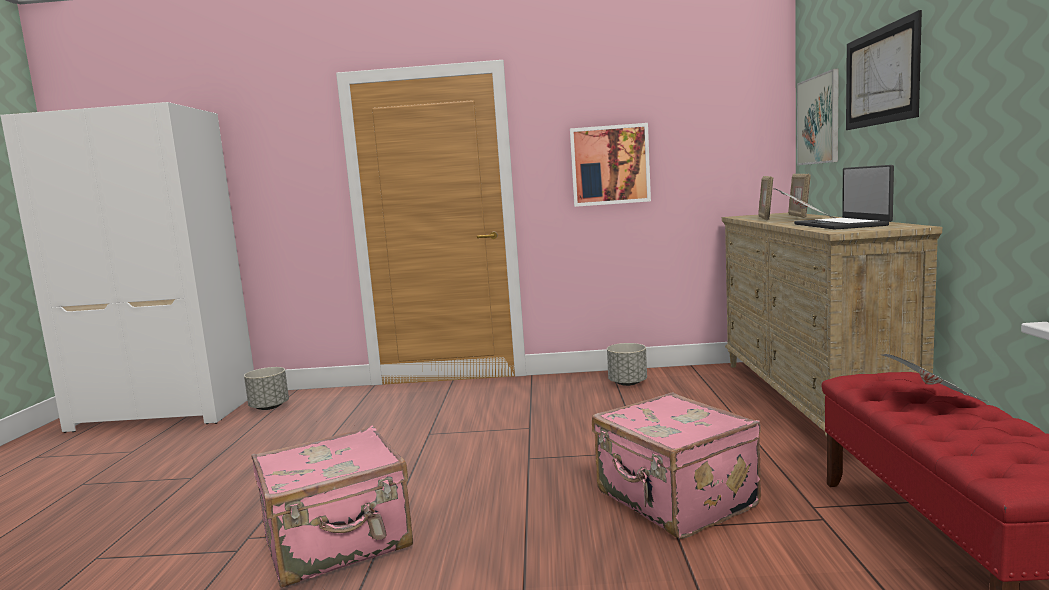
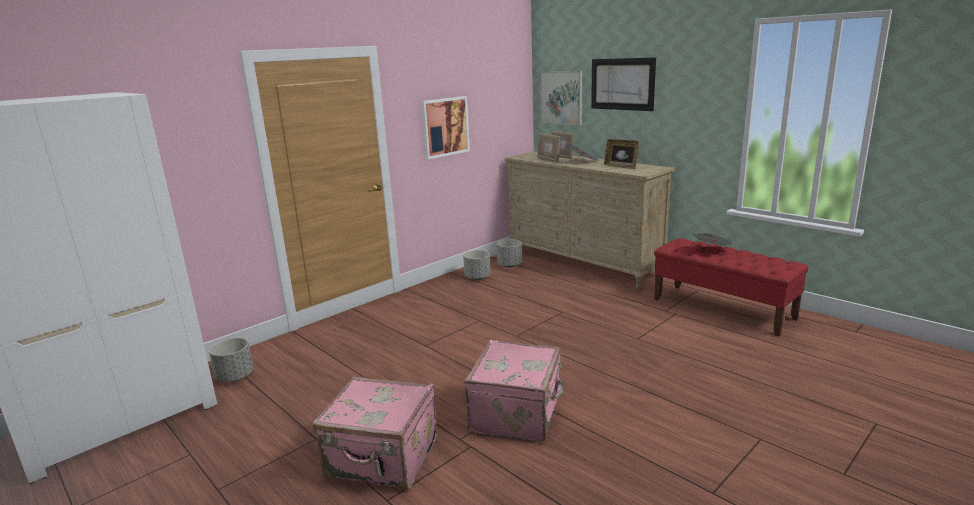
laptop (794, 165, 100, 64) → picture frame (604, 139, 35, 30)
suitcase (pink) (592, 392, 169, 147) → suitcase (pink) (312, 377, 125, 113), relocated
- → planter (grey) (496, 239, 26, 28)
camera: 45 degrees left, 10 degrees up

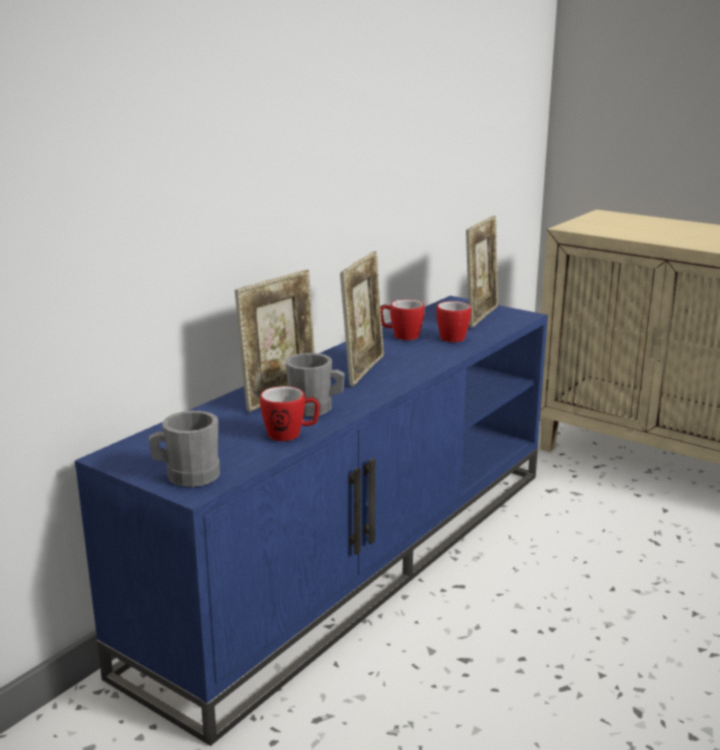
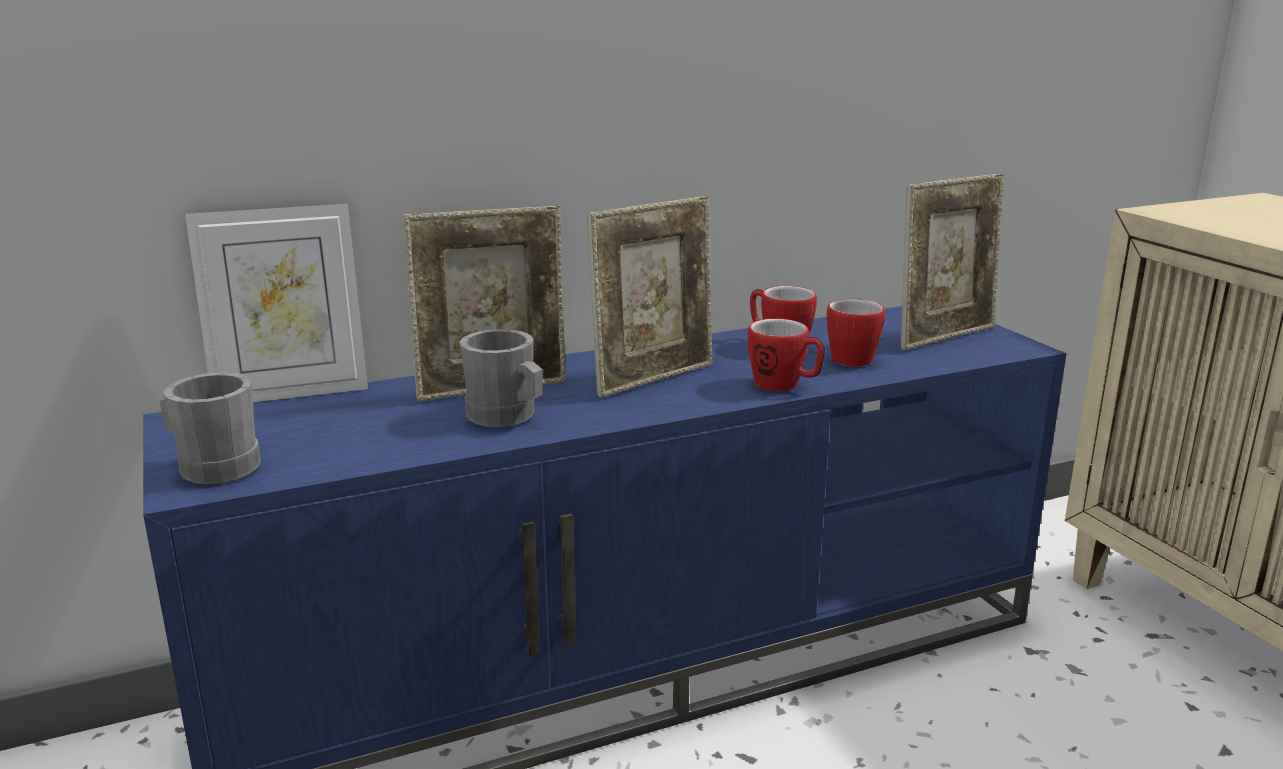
mug (260, 386, 60, 55) → mug (748, 319, 77, 72), relocated
- → picture frame (185, 204, 183, 198)
camera: 30 degrees right, 0 degrees up

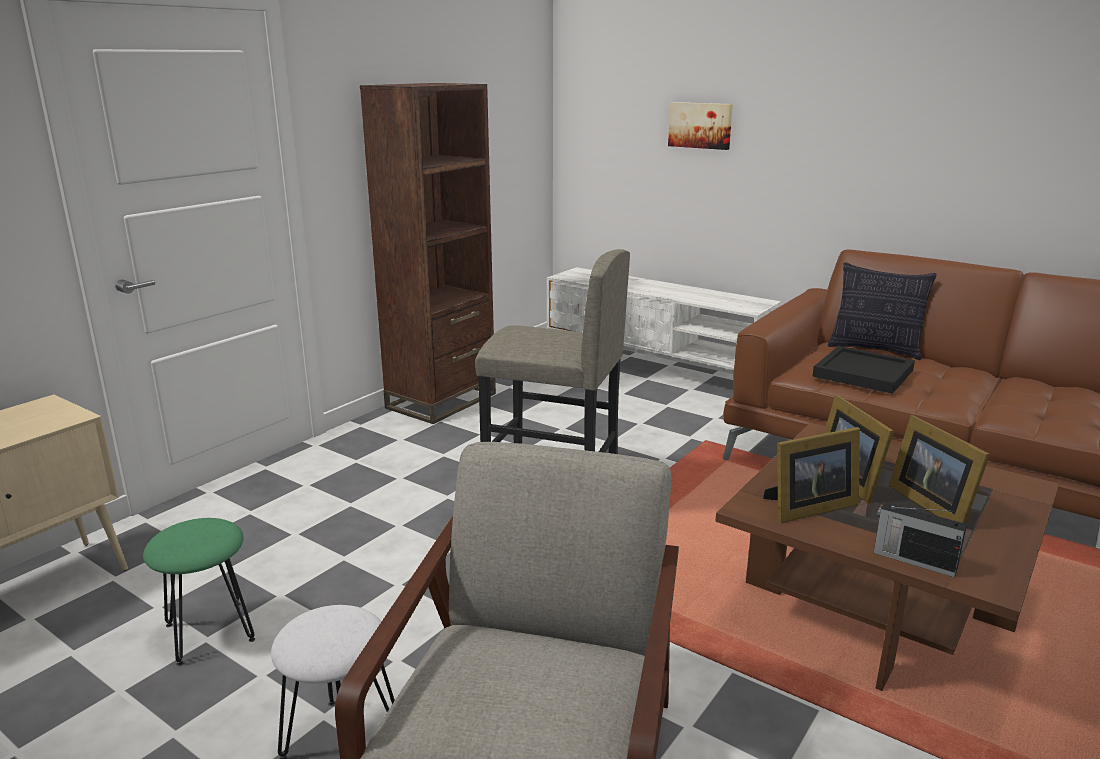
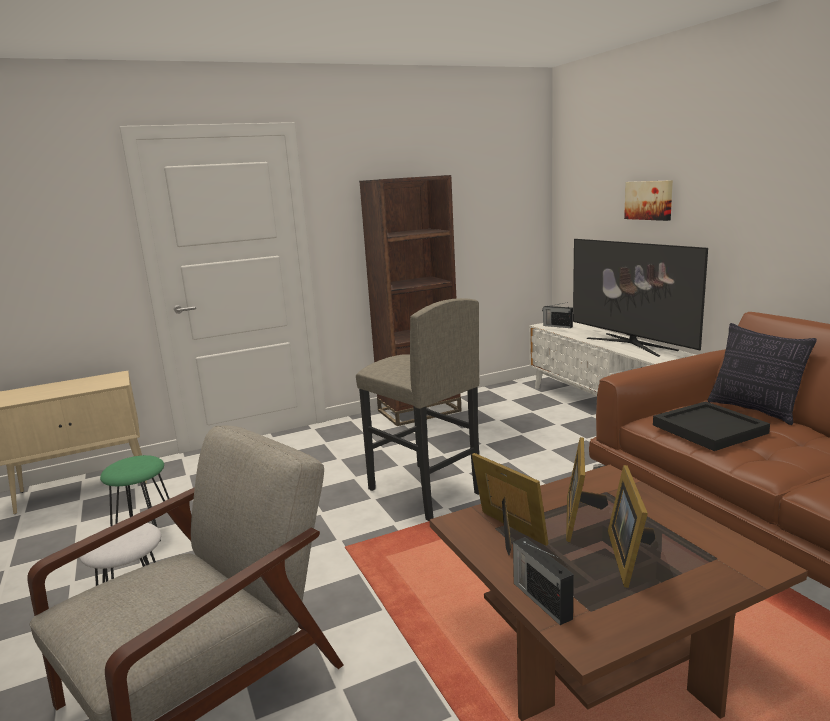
picture frame (763, 427, 97, 96) → picture frame (472, 453, 76, 103), 135 degrees counterclockwise
- → television (573, 239, 135, 118)
- → radio (542, 302, 31, 26)
camera: 30 degrees right, 5 degrees down

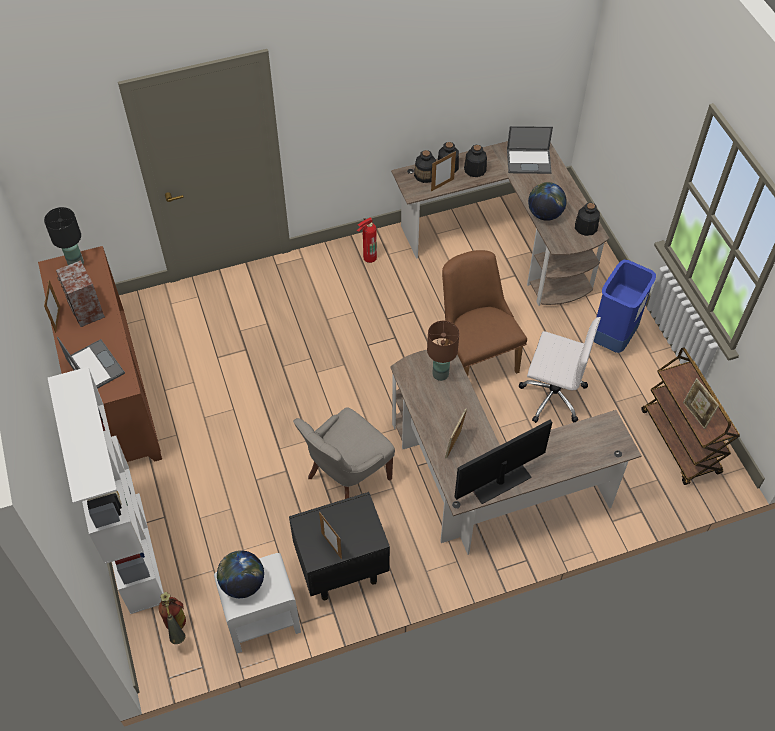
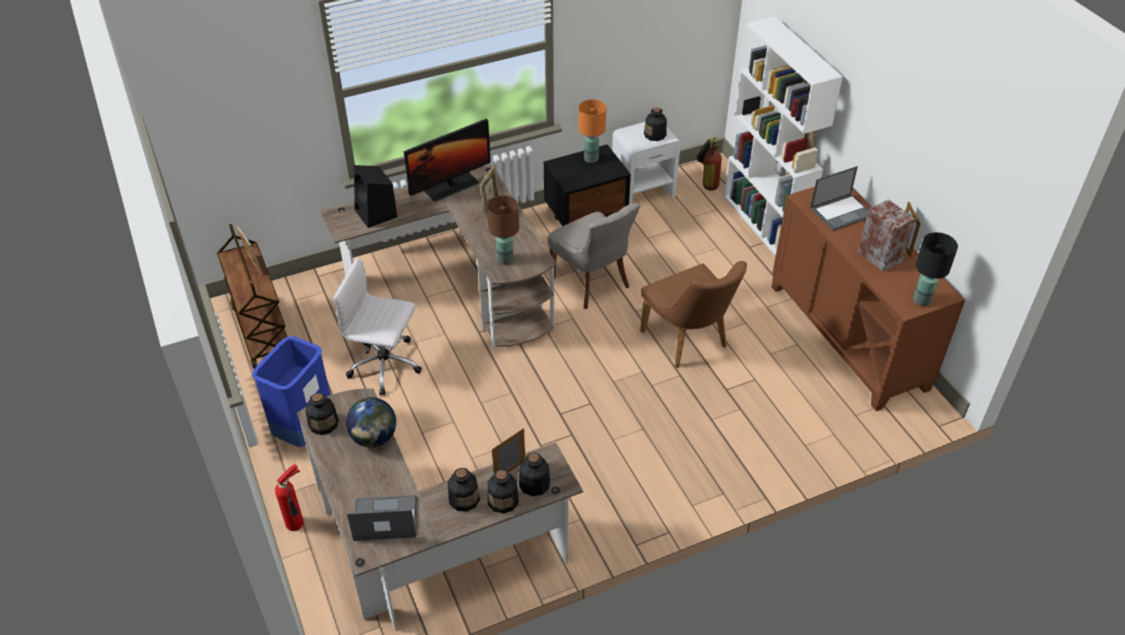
fire extinguisher (357, 218, 20, 45) → fire extinguisher (275, 464, 29, 67), relocated
chair (brown) (442, 250, 85, 126) → chair (brown) (640, 261, 107, 107), relocated
laptop (57, 337, 68, 52) → laptop (810, 166, 59, 65), 75 degrees counterclockwise
chair (grey) (293, 407, 102, 92) → chair (grey) (548, 203, 92, 106), 105 degrees clockwise
picture frame (319, 512, 23, 47) → table lamp (orange) (578, 99, 28, 64)
globe (217, 550, 47, 48) → bottle (644, 107, 23, 34)
- → speaker (black) (354, 165, 43, 63)
camera: 175 degrees right, 10 degrees down

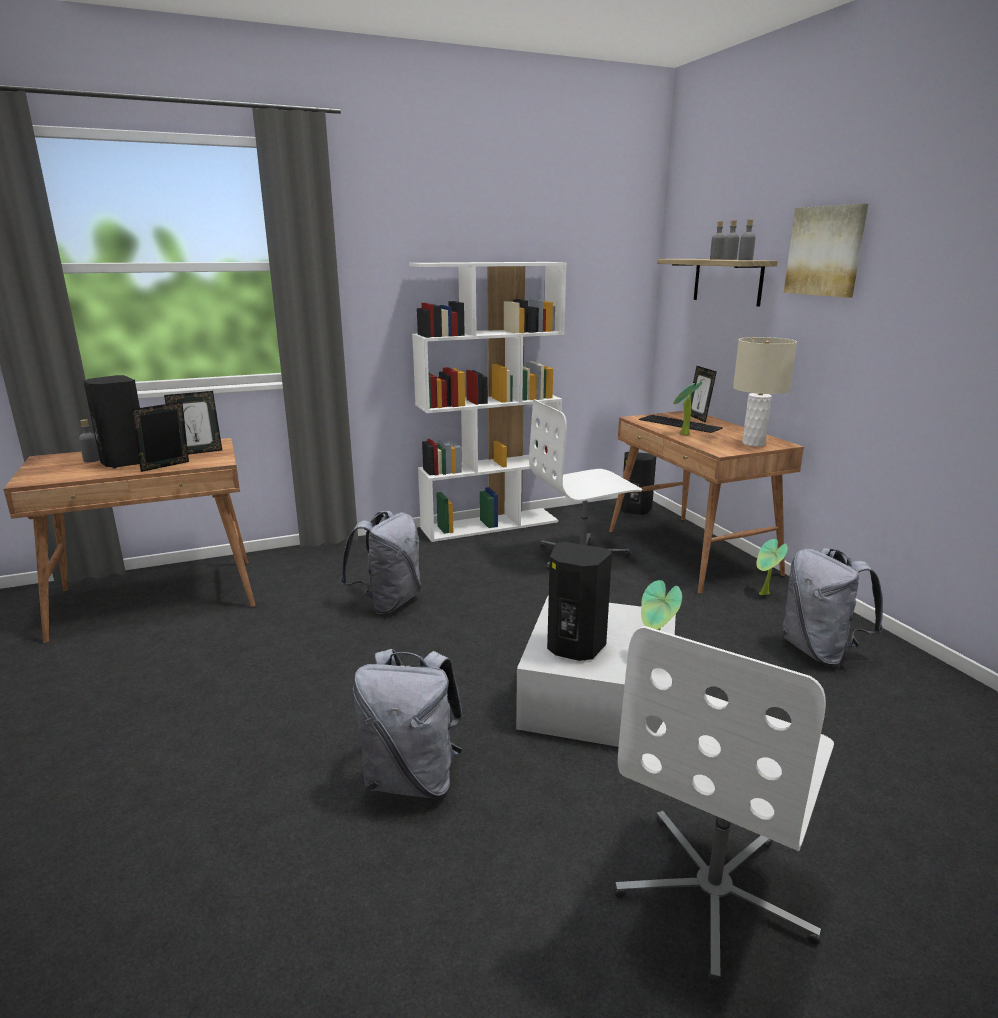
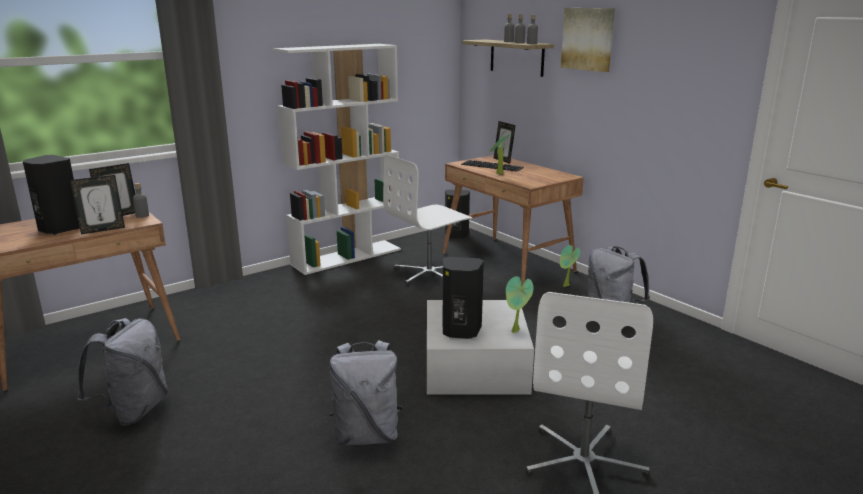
table lamp (beige) (733, 337, 64, 110) → -
picture frame (132, 402, 57, 70) → picture frame (70, 175, 55, 59), 150 degrees counterclockwise
bottle (grey) (79, 419, 21, 43) → bottle (grey) (133, 183, 16, 35), relocated
backpack (grey) (340, 511, 81, 103) → backpack (grey) (77, 318, 91, 108), relocated
camera: 15 degrees left, 0 degrees up

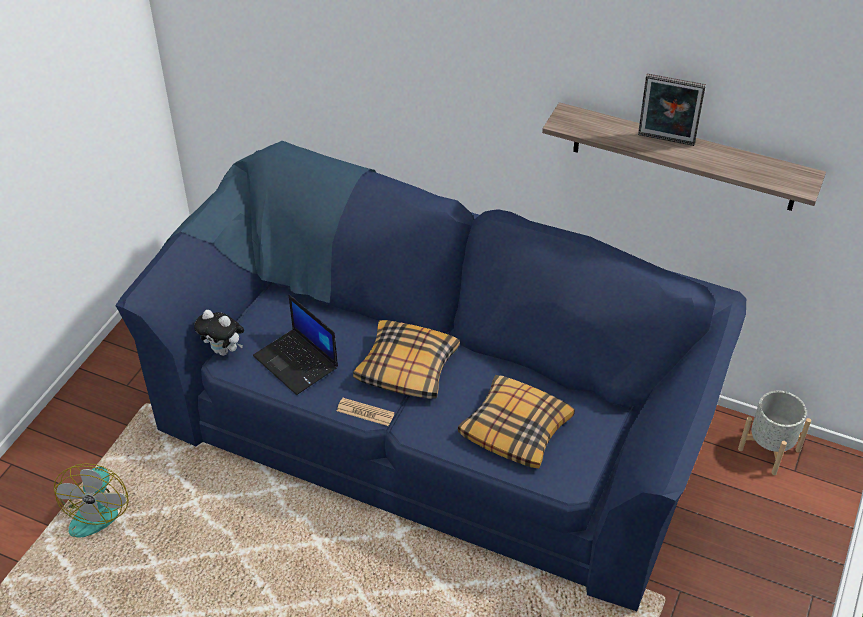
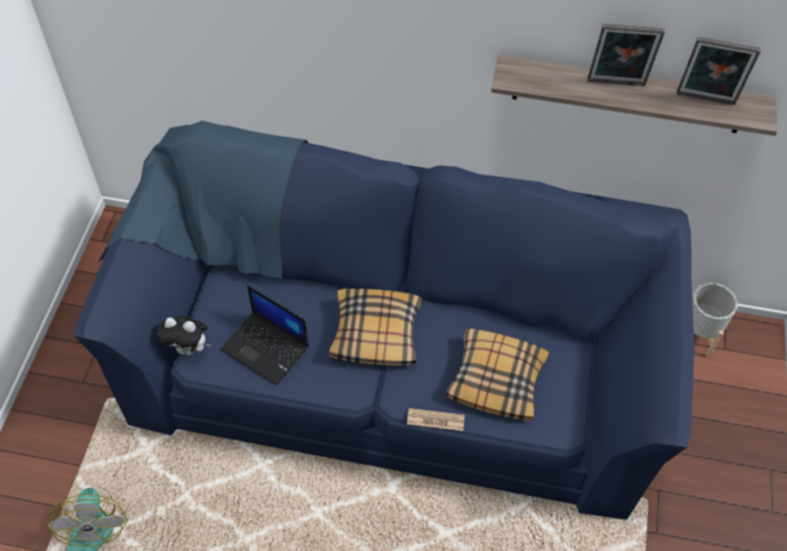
newspaper (337, 398, 58, 28) → newspaper (407, 408, 58, 23), relocated
- → picture frame (676, 37, 85, 68)
camera: 15 degrees left, 10 degrees up

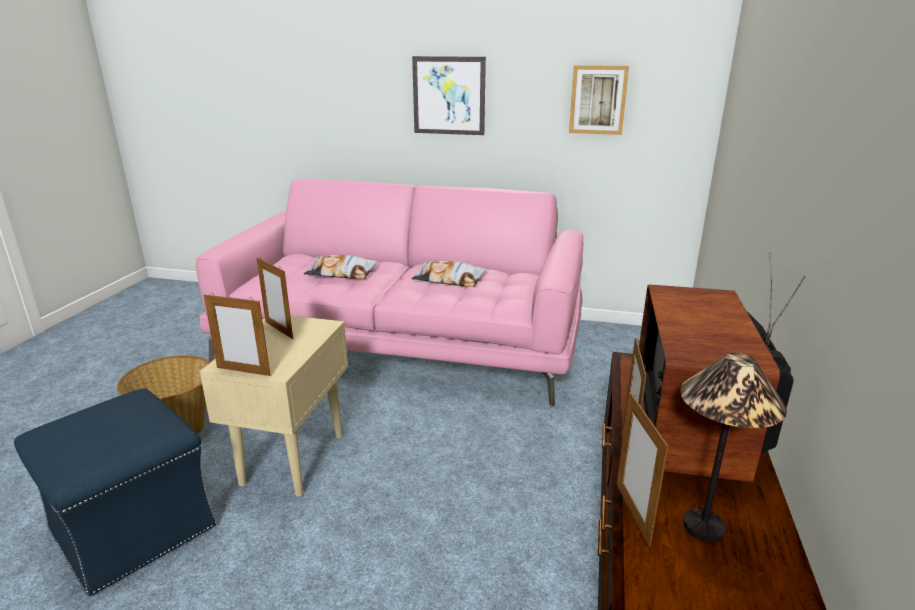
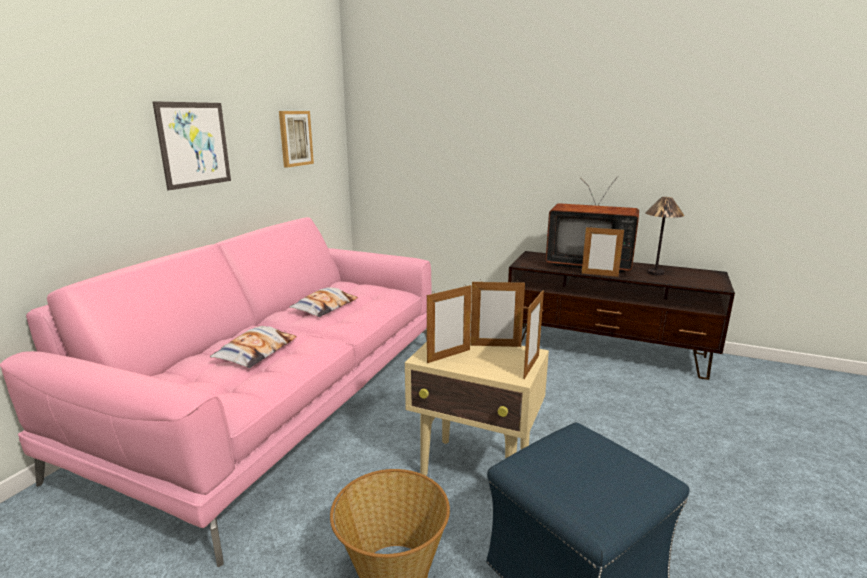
picture frame (616, 392, 52, 155) → picture frame (470, 279, 55, 68), relocated
camera: 80 degrees left, 5 degrees down

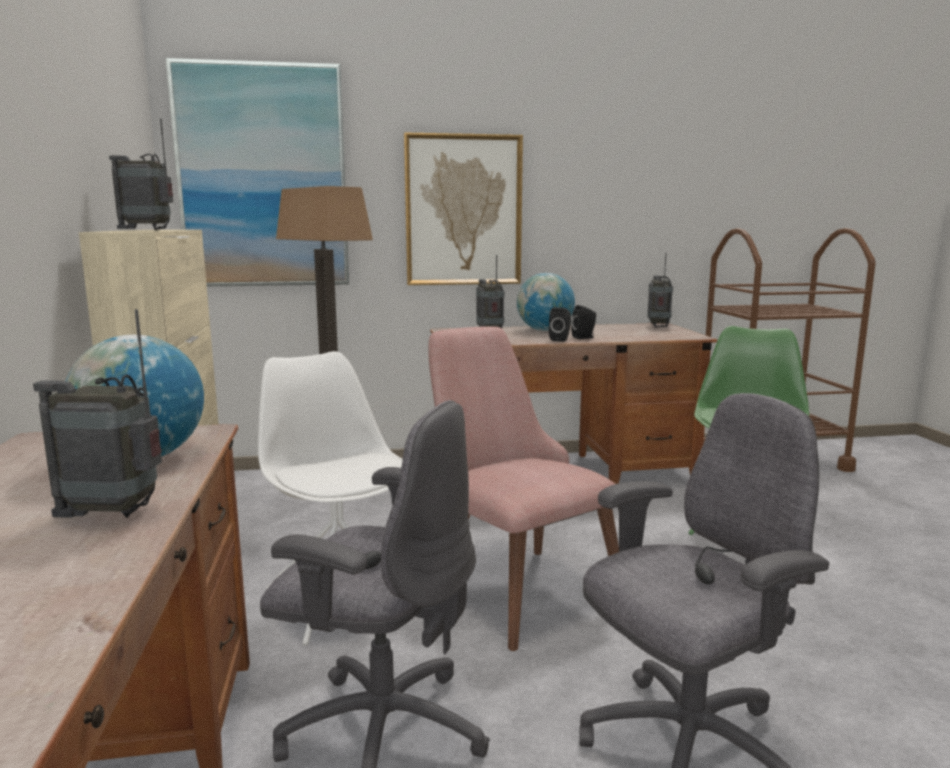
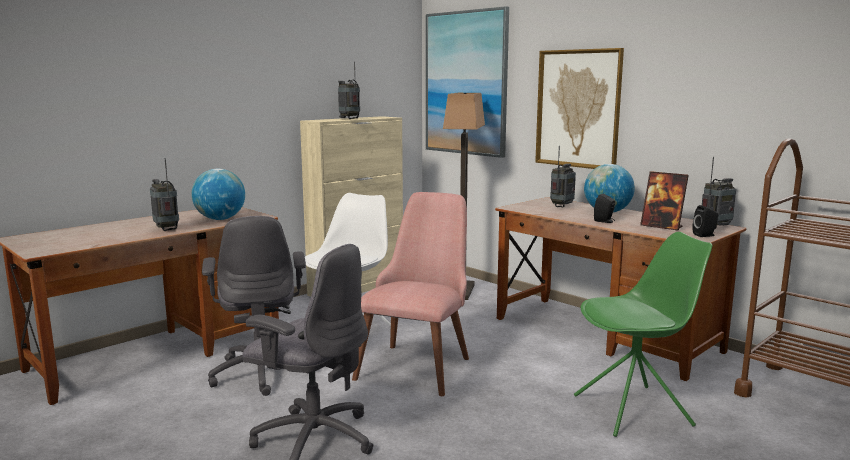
speaker (black) (549, 307, 22, 35) → speaker (black) (693, 205, 25, 32), relocated
- → picture frame (640, 171, 49, 60)
camera: 55 degrees right, 0 degrees up

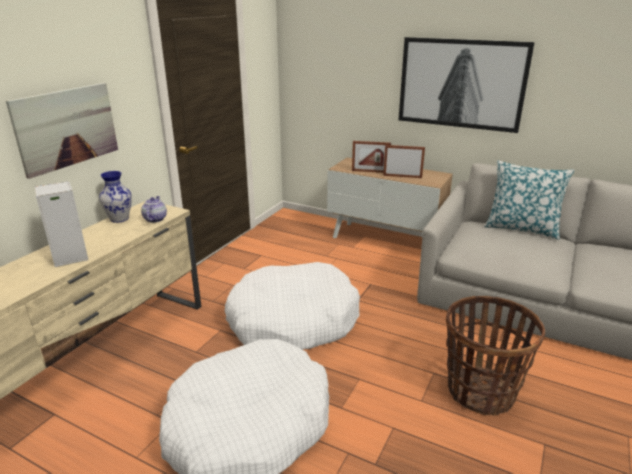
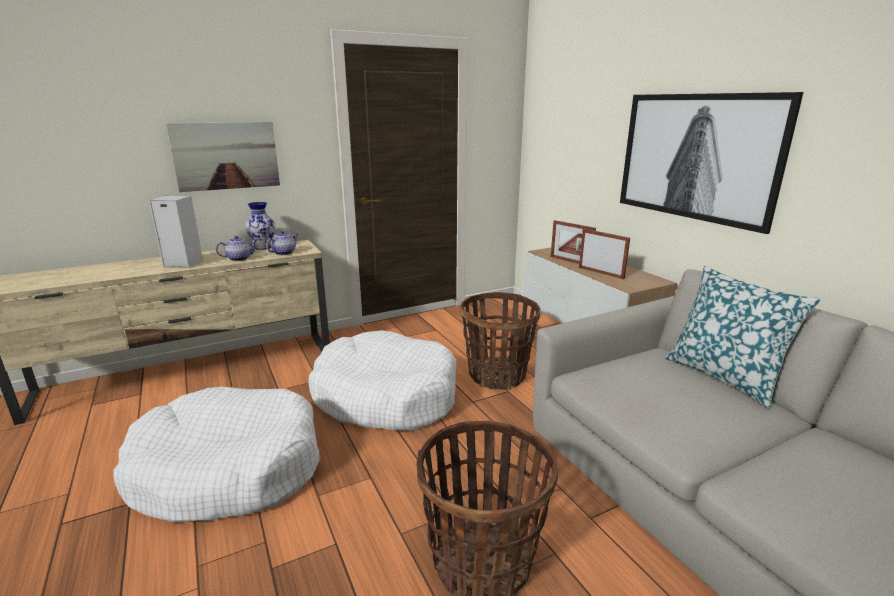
- → teapot (216, 236, 42, 25)
- → basket (460, 292, 80, 98)
camera: 35 degrees right, 5 degrees down

